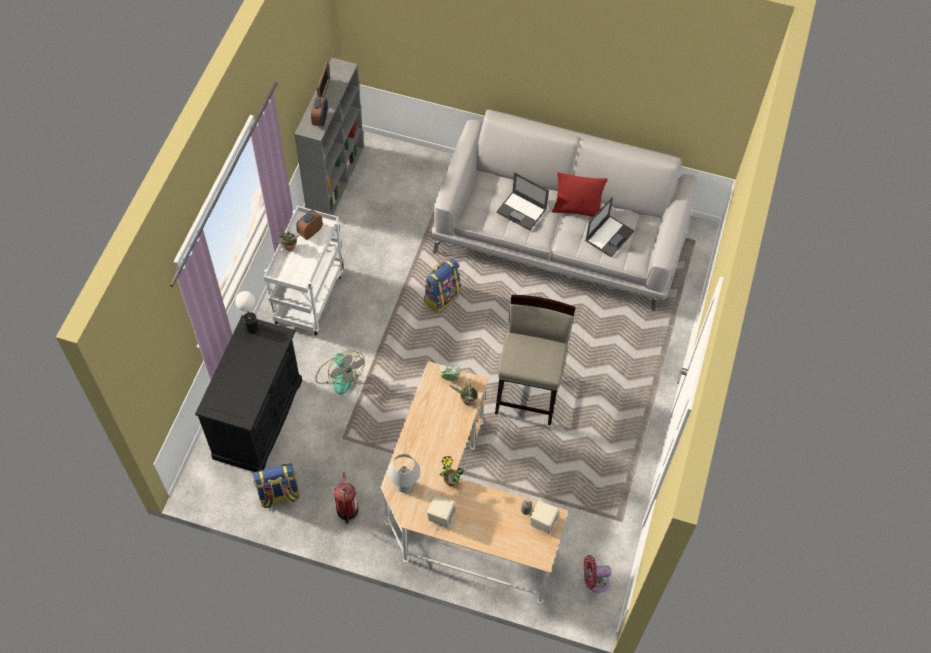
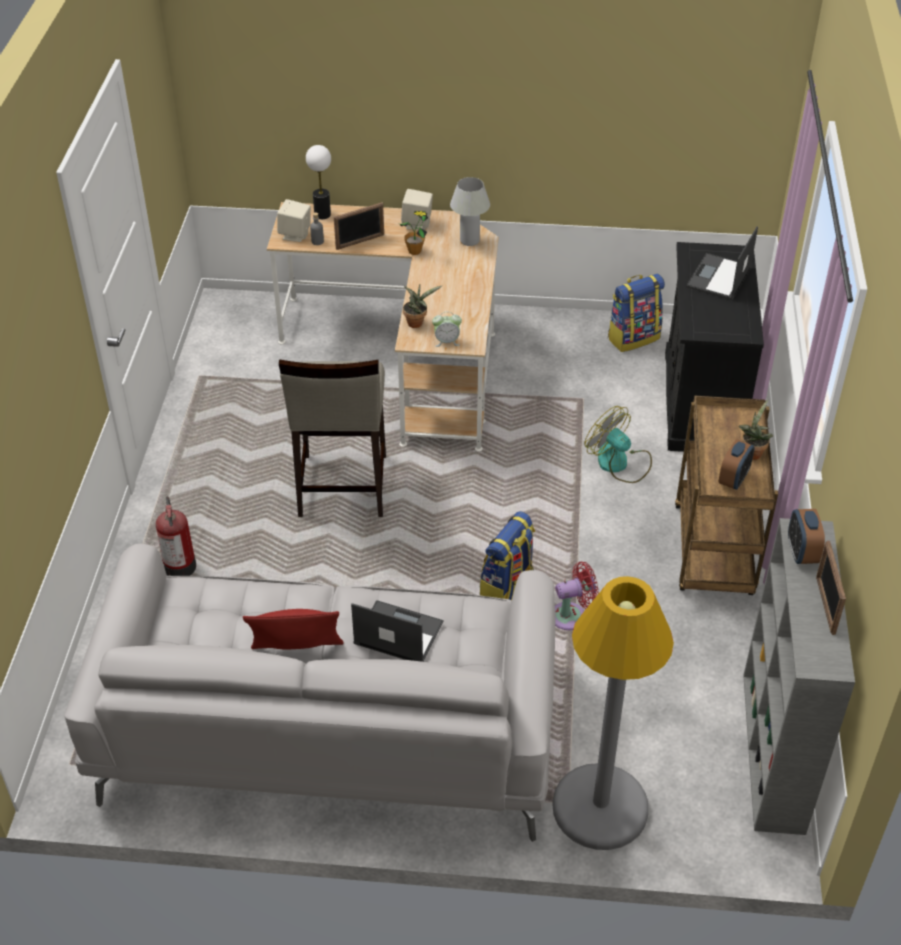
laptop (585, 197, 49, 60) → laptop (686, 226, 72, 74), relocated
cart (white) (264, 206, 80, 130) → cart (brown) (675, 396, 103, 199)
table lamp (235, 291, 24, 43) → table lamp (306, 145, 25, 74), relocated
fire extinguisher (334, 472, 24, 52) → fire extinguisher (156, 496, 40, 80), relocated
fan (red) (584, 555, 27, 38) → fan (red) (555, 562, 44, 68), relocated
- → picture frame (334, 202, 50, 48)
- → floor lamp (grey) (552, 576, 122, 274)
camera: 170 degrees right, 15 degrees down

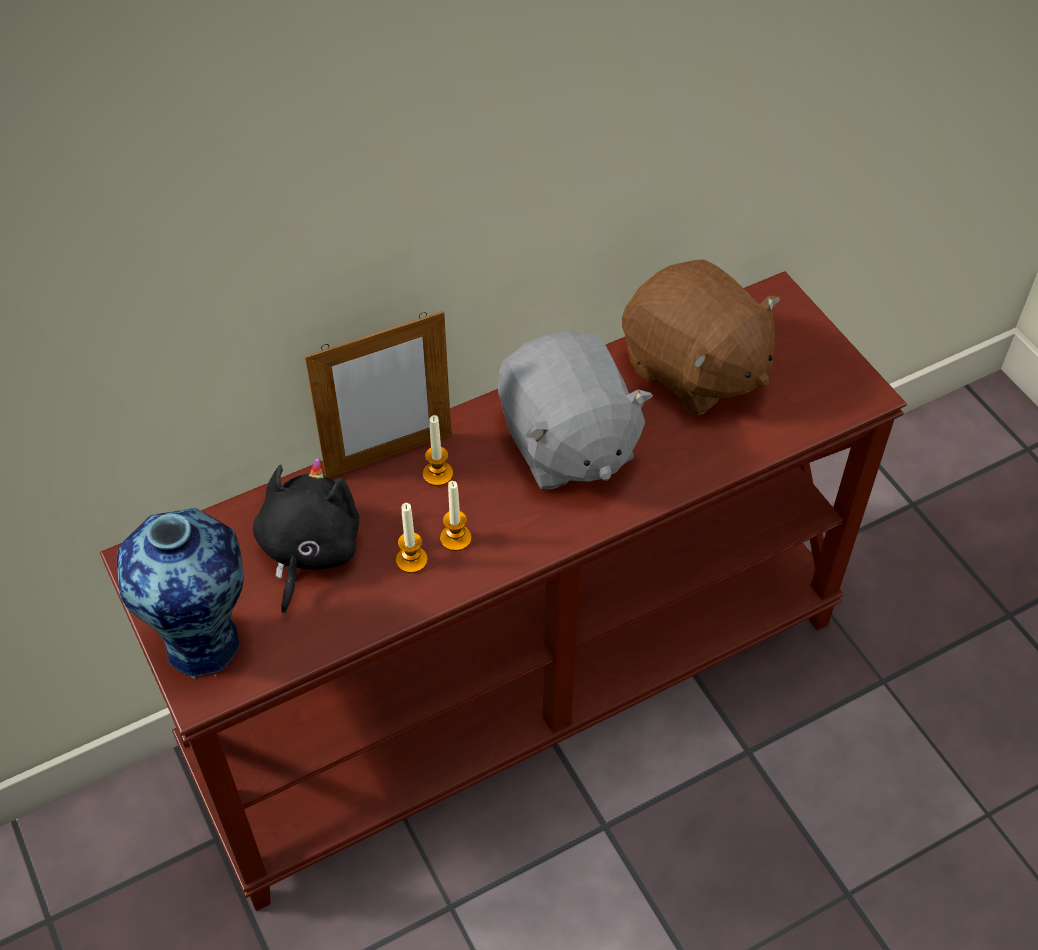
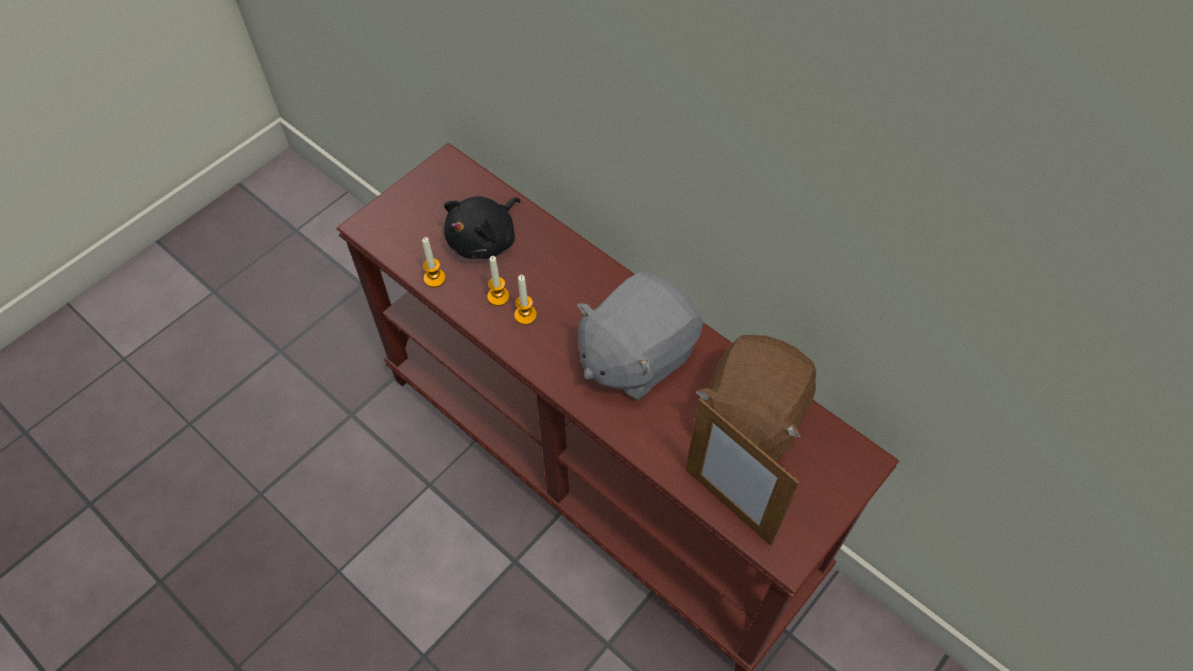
picture frame (305, 311, 146, 167) → picture frame (686, 398, 114, 148), relocated
candle (423, 415, 30, 71) → candle (422, 237, 24, 51), relocated
plush toy (black) (253, 458, 106, 157) → plush toy (black) (444, 196, 76, 63), 135 degrees clockwise
vase (117, 508, 127, 171) → -
camera: 70 degrees right, 5 degrees up

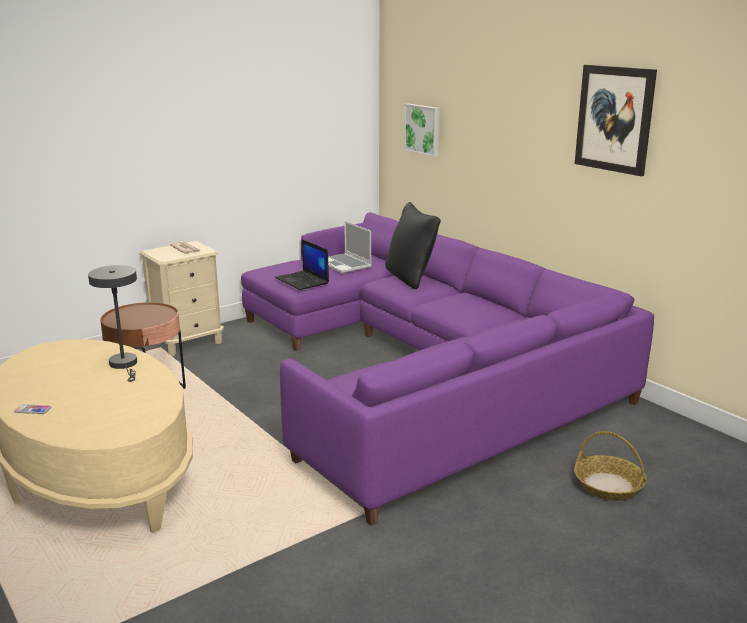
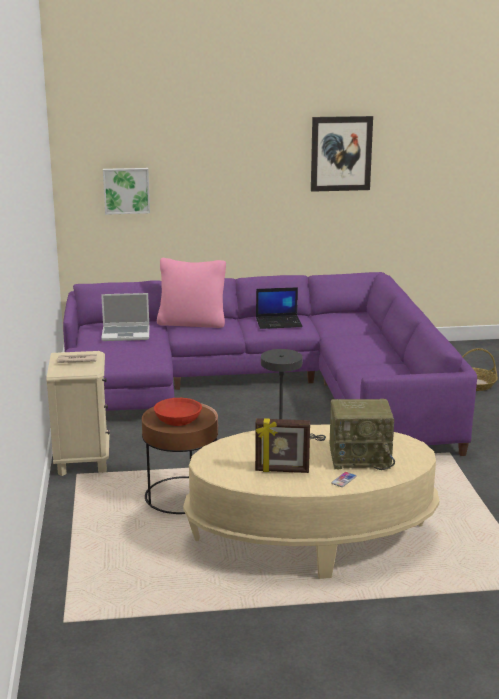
pillow (black) (385, 202, 56, 87) → pillow (pink) (157, 258, 69, 70)
laptop (275, 240, 54, 50) → laptop (256, 287, 47, 42), relocated
- → bowl (red) (154, 398, 48, 28)
- → radio (330, 399, 65, 71)
- → picture frame (255, 418, 55, 55)
camera: 60 degrees left, 0 degrees up

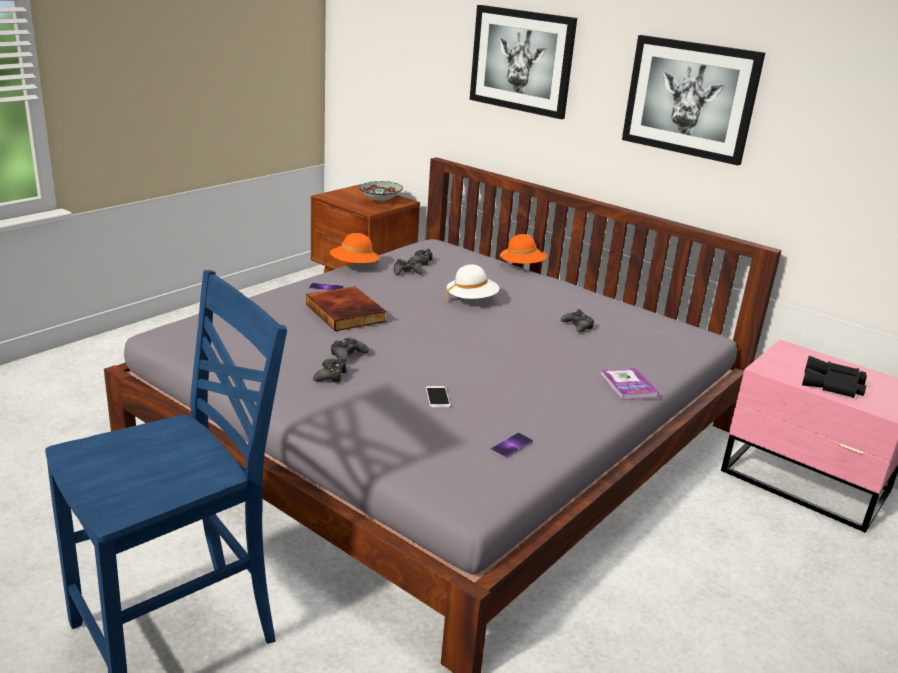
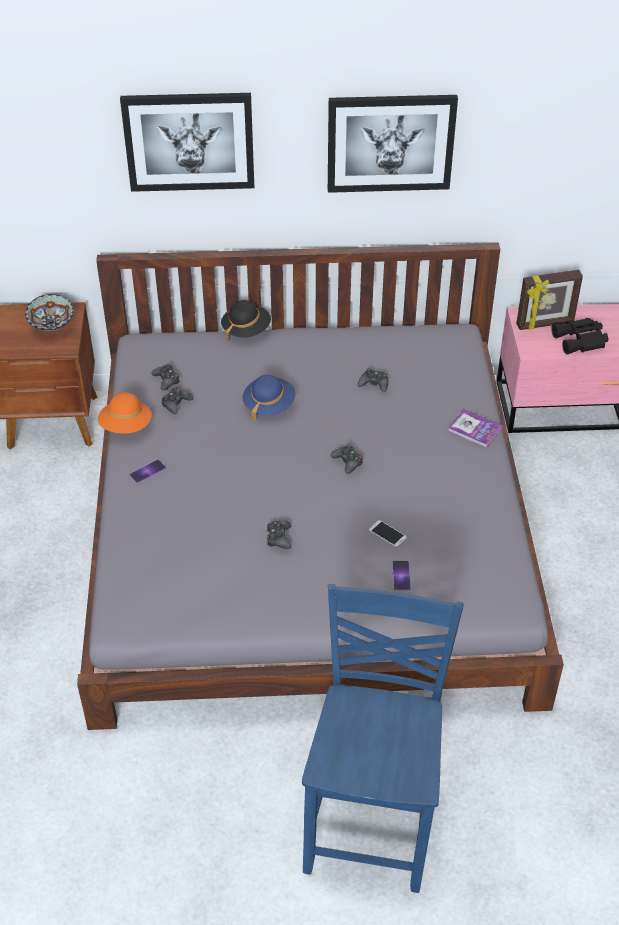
hat (orange) (499, 234, 48, 30) → hat (black) (221, 300, 50, 41)
hat (white) (446, 264, 53, 37) → hat (blue) (242, 375, 53, 46)
book (306, 286, 81, 45) → -
game controller (black) (313, 357, 34, 26) → game controller (black) (330, 444, 33, 30), relocated
phone (491, 433, 42, 25) → phone (392, 561, 19, 30), relocated
- → picture frame (516, 270, 67, 60)
camera: 40 degrees left, 20 degrees up

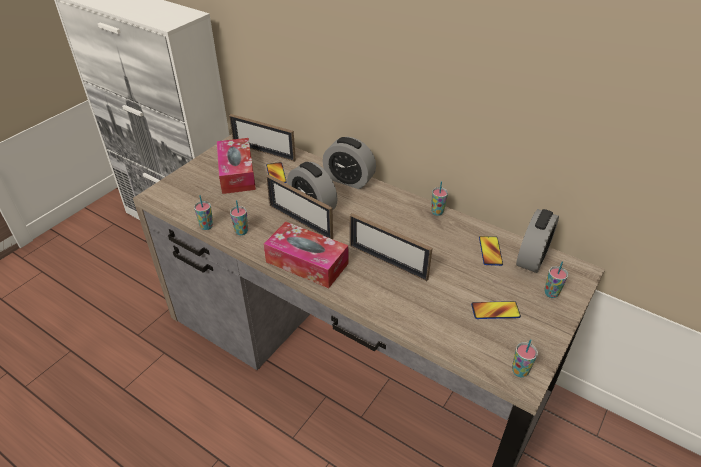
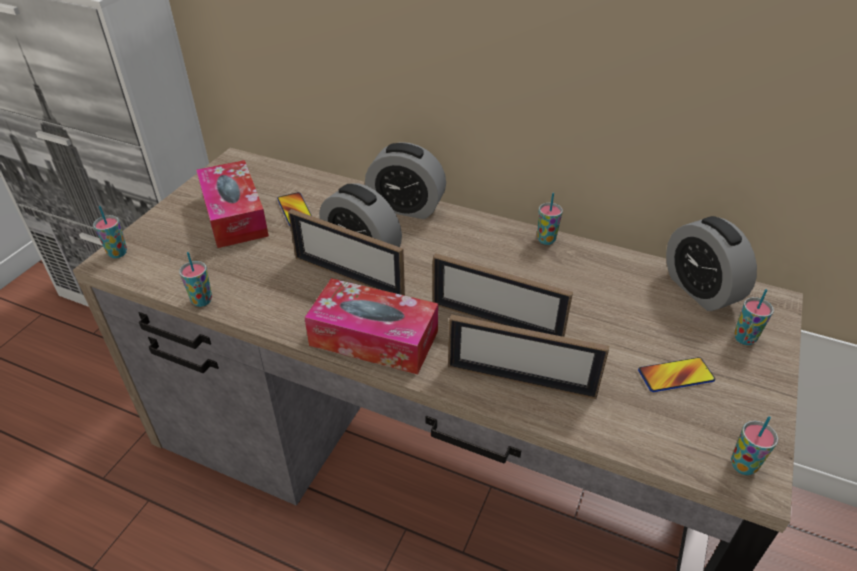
picture frame (229, 114, 67, 48) → picture frame (448, 314, 161, 85), relocated
cup (230, 200, 18, 35) → cup (93, 206, 34, 52), relocated
alarm clock (516, 209, 43, 64) → alarm clock (666, 216, 91, 95), 135 degrees clockwise
phone (479, 236, 24, 30) → -
camera: 10 degrees left, 0 degrees up

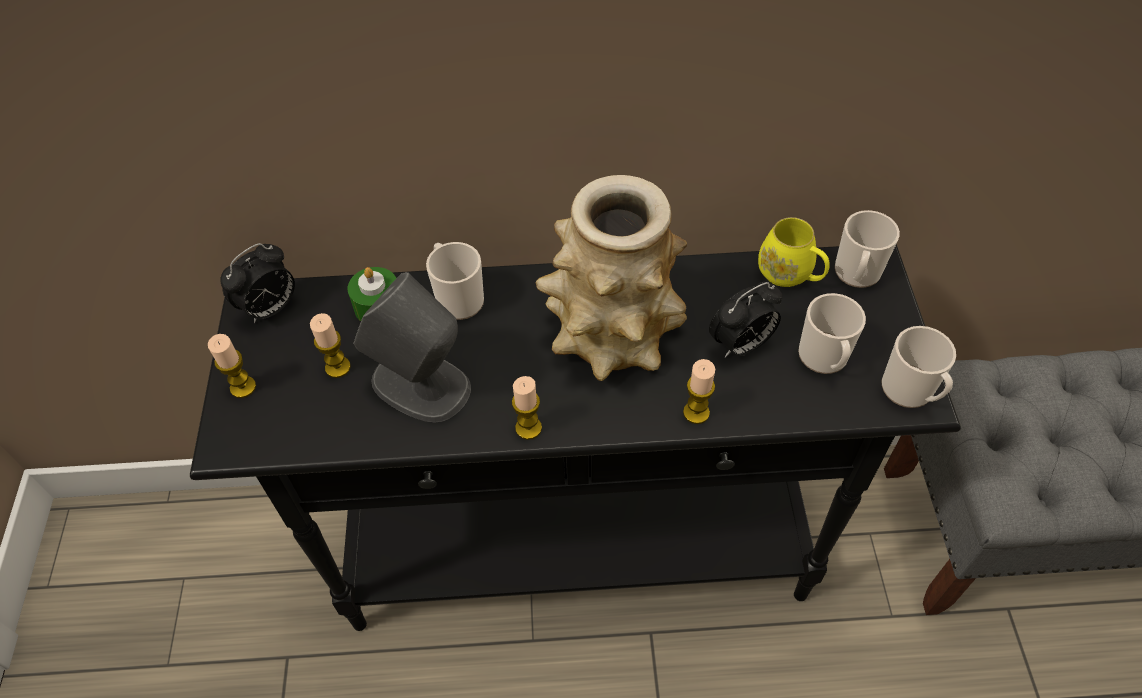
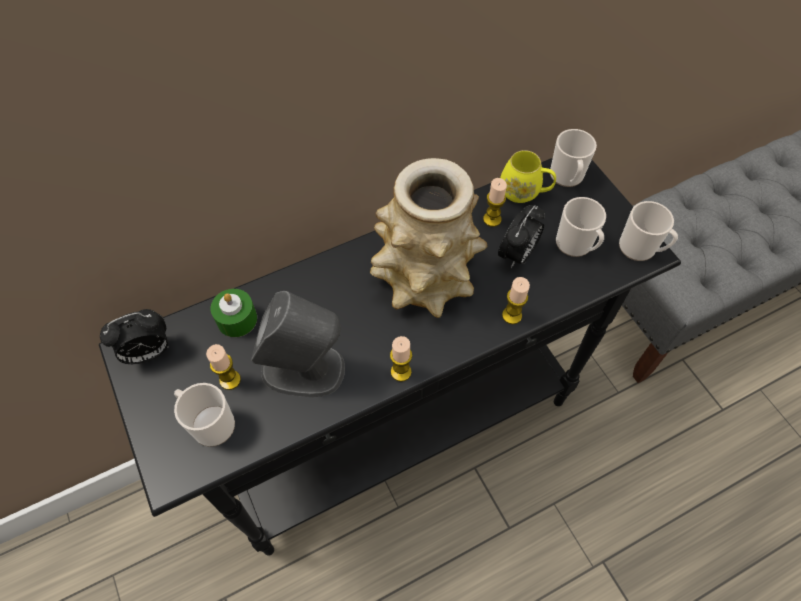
mug (426, 242, 58, 78) → mug (174, 383, 61, 64), relocated
alarm clock (220, 243, 75, 80) → alarm clock (100, 309, 68, 55), 45 degrees clockwise
candle (208, 334, 48, 64) → candle (483, 178, 24, 49), relocated
camera: 25 degrees left, 5 degrees up

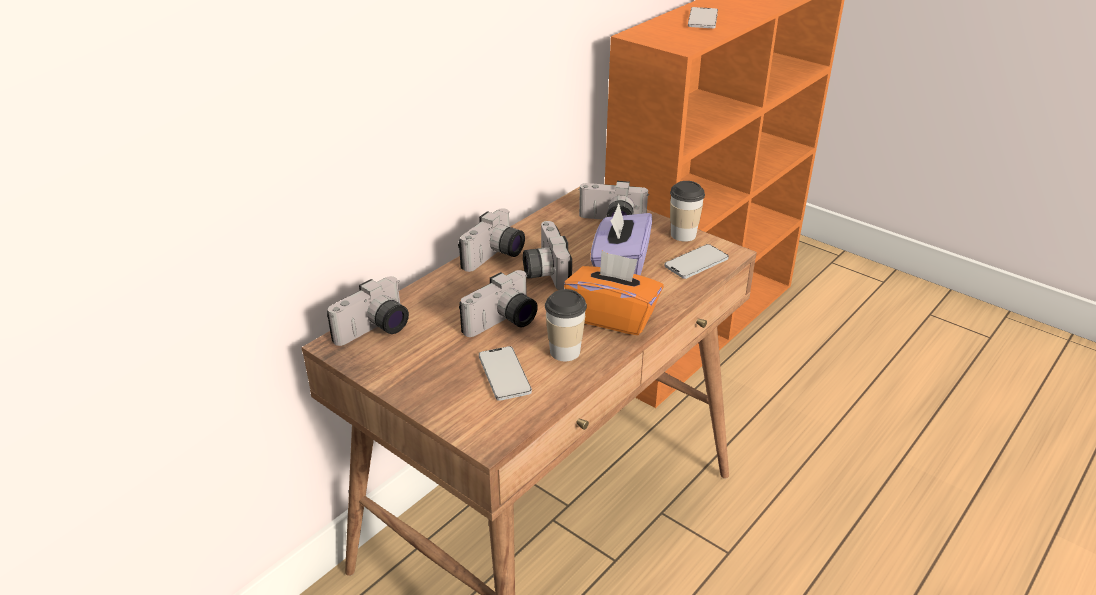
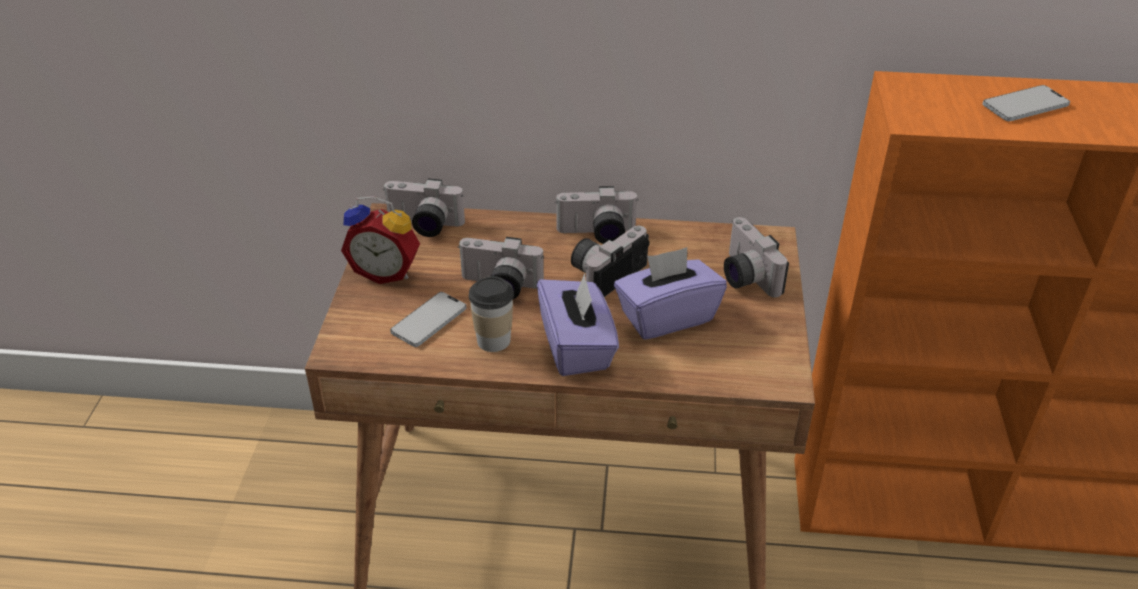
cup (670, 181, 35, 61) → -
phone (664, 244, 65, 35) → -
tissue box (orange) (564, 251, 100, 84) → tissue box (purple) (537, 274, 82, 102)
- → alarm clock (341, 196, 79, 88)
camera: 55 degrees right, 5 degrees up

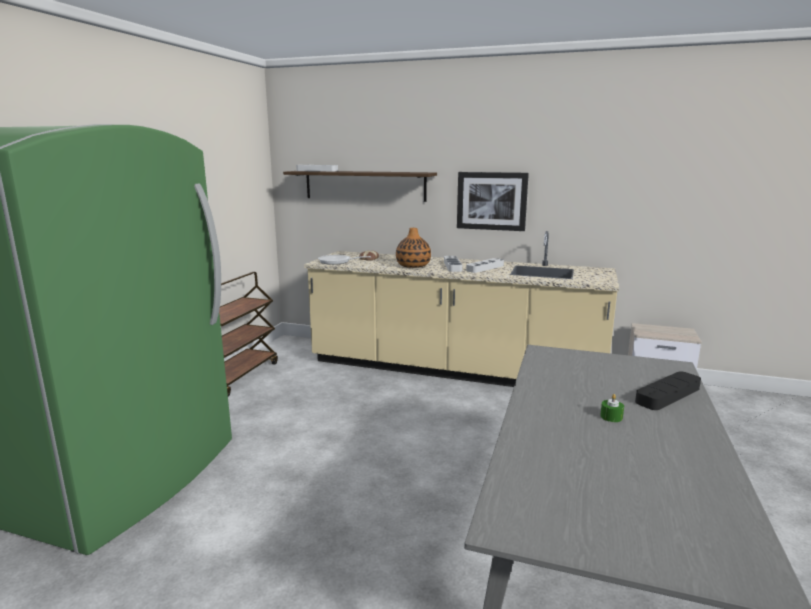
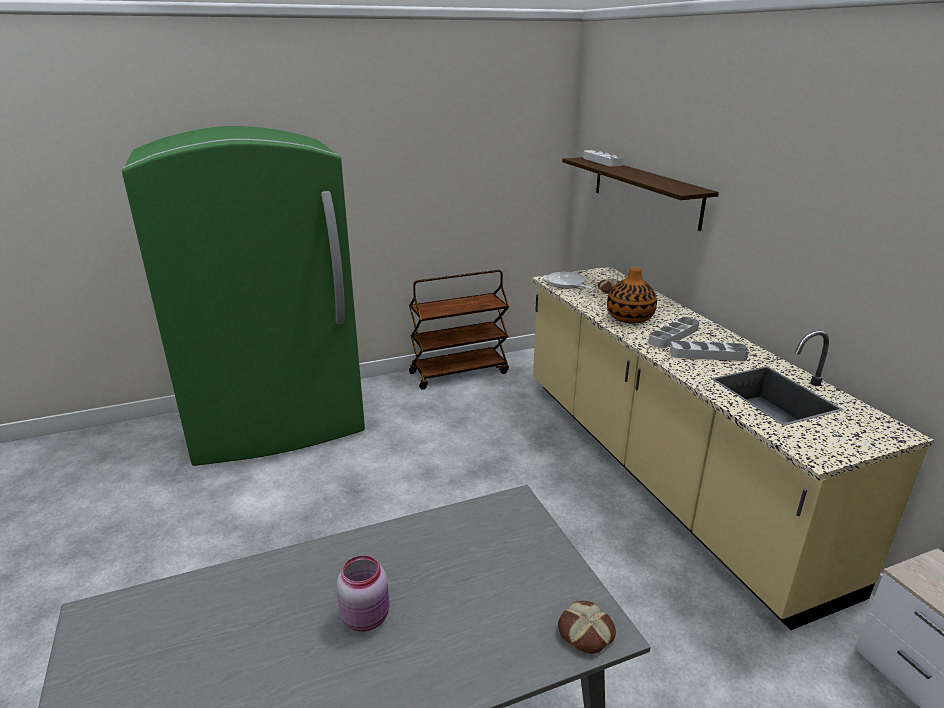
picture (457, 172, 72, 59) → -
tray (black) (635, 372, 66, 38) → -
candle (green) (600, 394, 24, 28) → jar (pink) (336, 555, 53, 77)
- → bread (558, 601, 58, 53)
camera: 50 degrees right, 10 degrees up

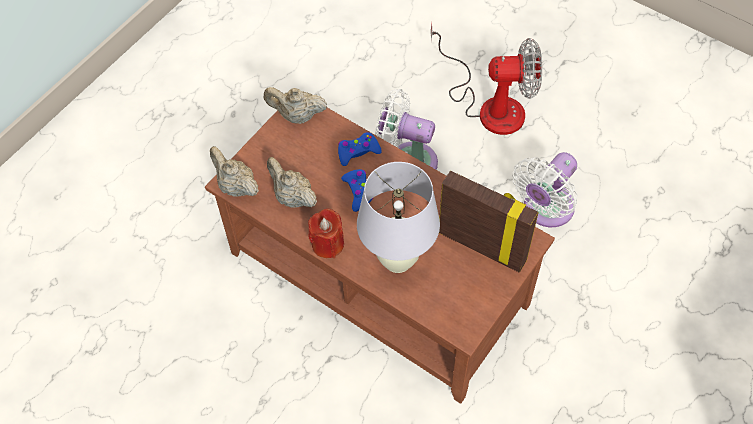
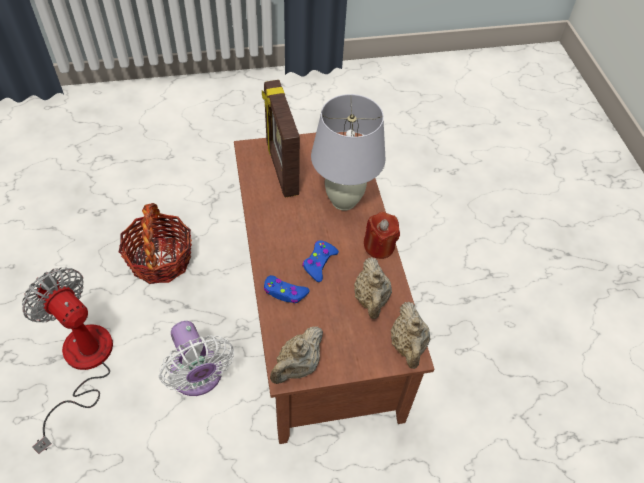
teapot (beige) (264, 87, 63, 37) → teapot (beige) (270, 326, 53, 58), 75 degrees clockwise
fan (white) (513, 152, 64, 75) → basket (119, 203, 73, 81)
camera: 140 degrees left, 5 degrees down

